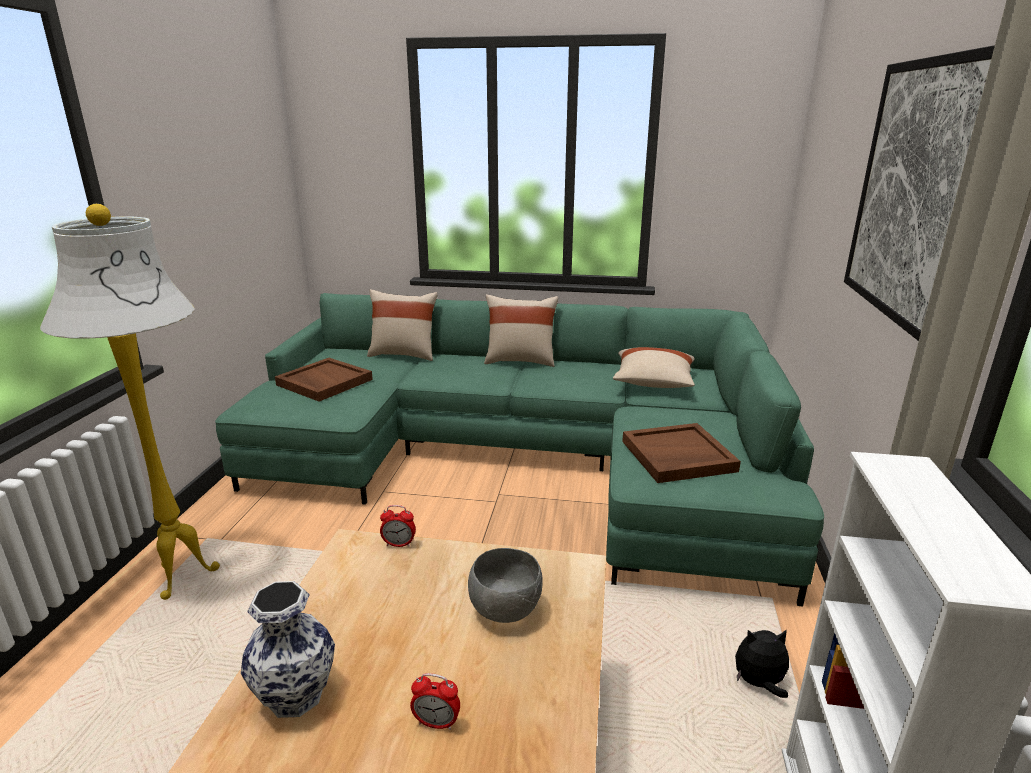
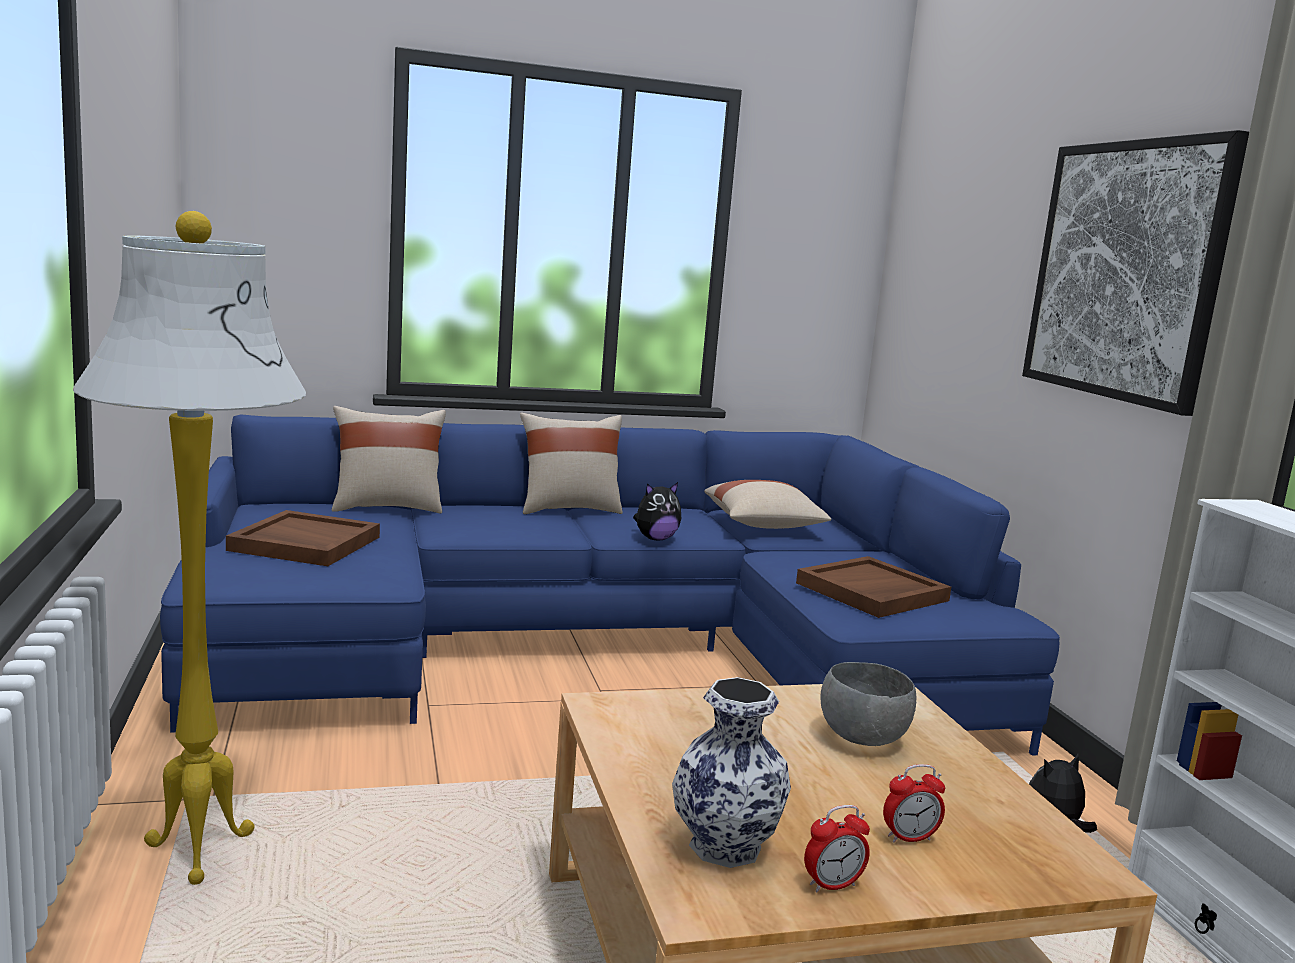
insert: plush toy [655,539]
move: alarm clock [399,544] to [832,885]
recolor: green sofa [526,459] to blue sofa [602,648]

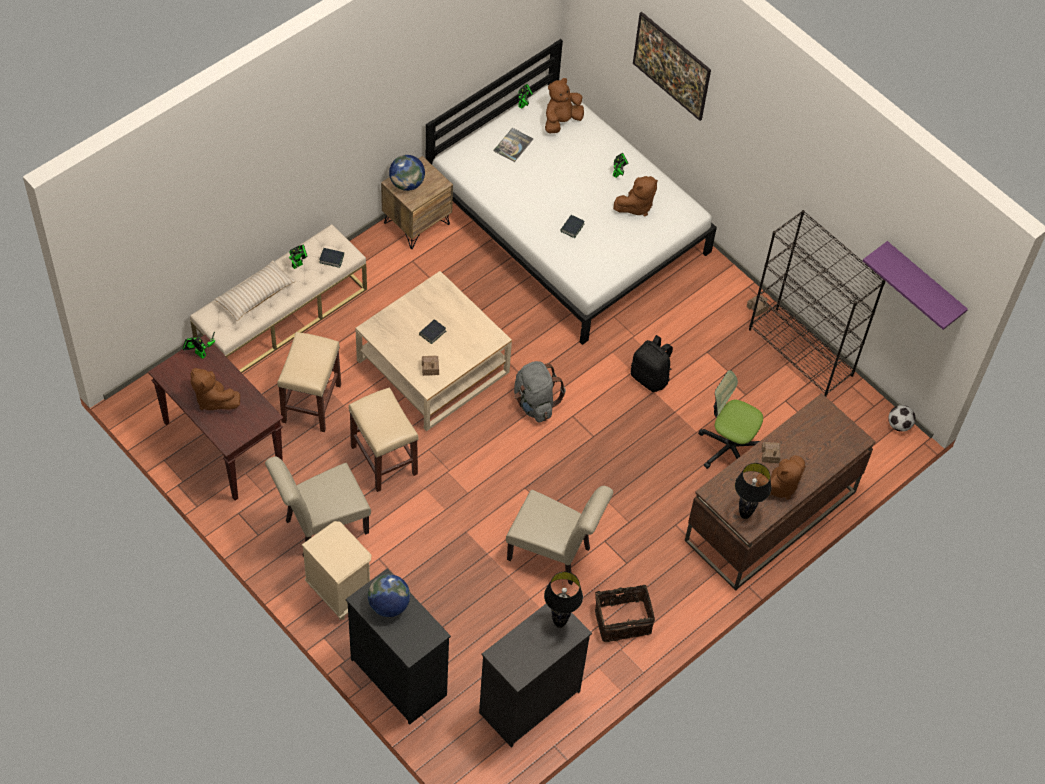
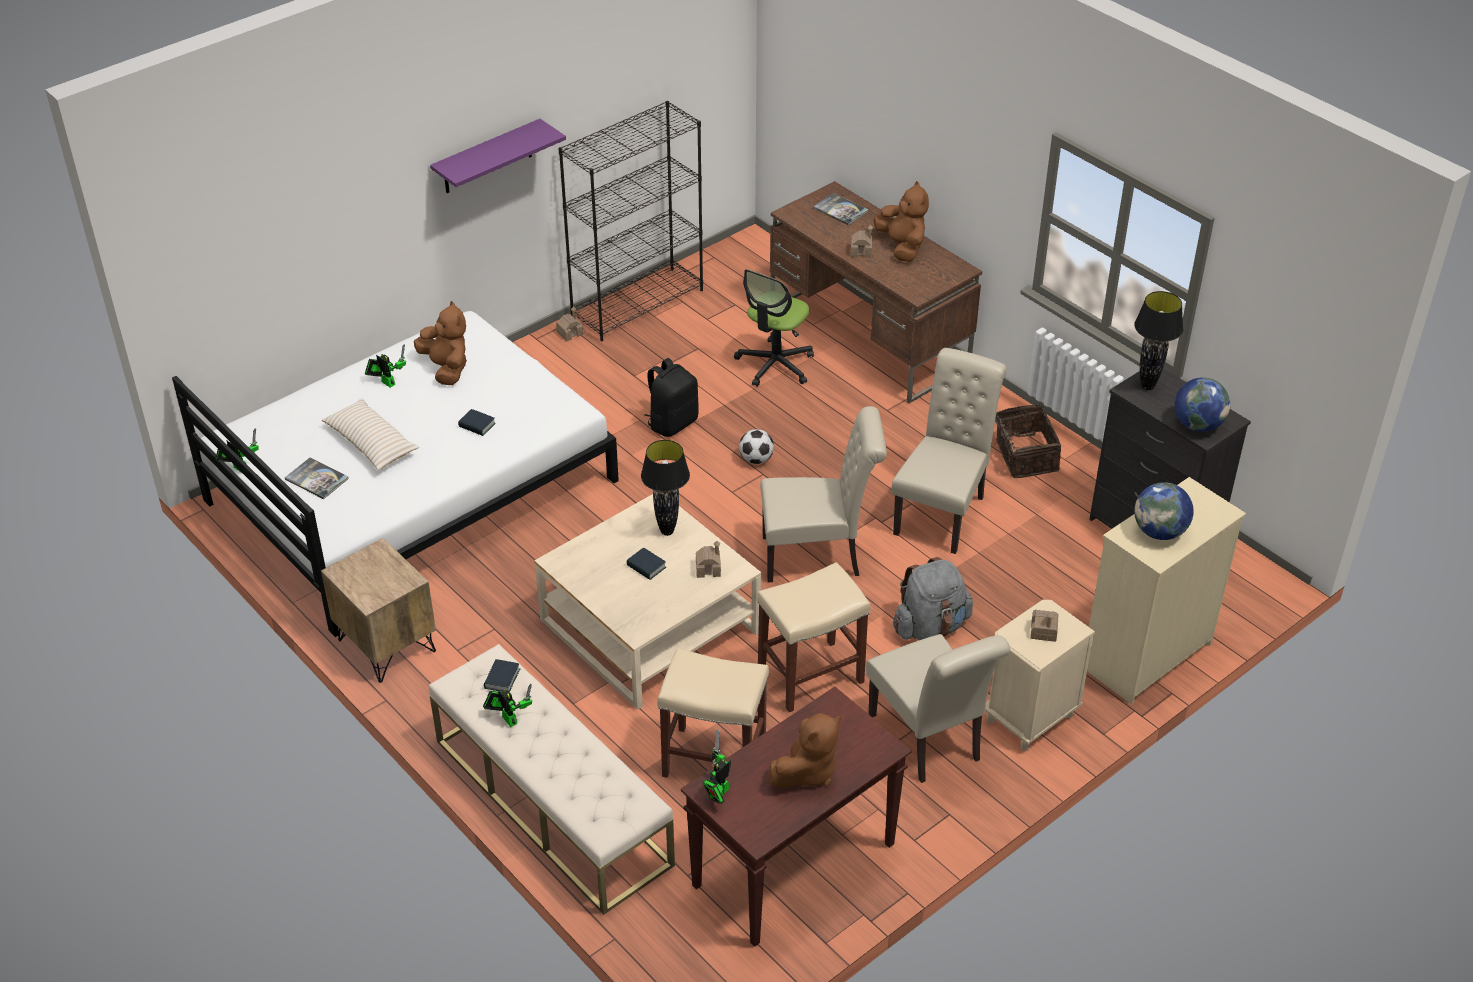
delete: brown plush toy [561,121]; picture [669,78]
insert: beige chair [818,556]; book [840,210]; toy house [1043,631]
move: beige pillow [255,295] to [371,443]; purple shelf [923,283] to [487,157]; black table lamp [745,515] to [667,531]; football [899,425] to [756,459]; grey backpack [534,403] to [931,627]; globe [407,183] to [1197,425]
recolor: black dresser [398,676] to beige dresser [1145,656]

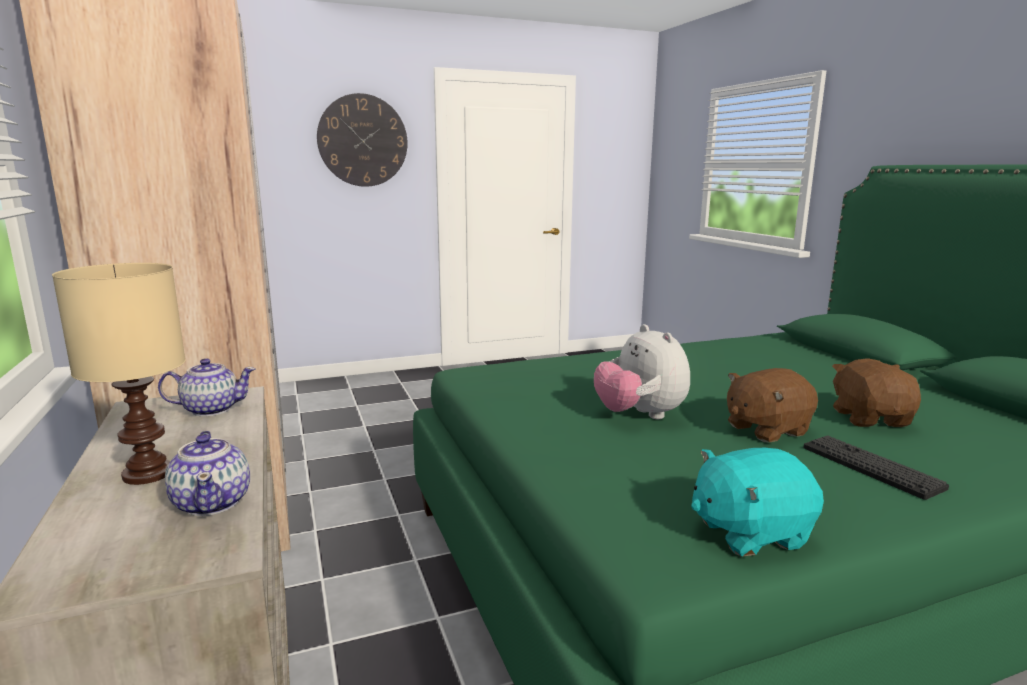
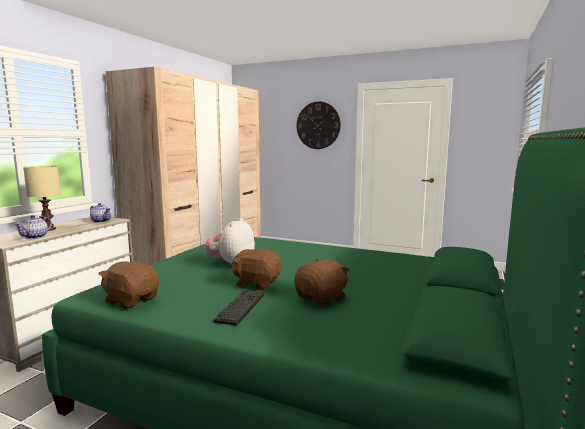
recolor: turquoise plush toy [749,532] to brown plush toy [131,300]

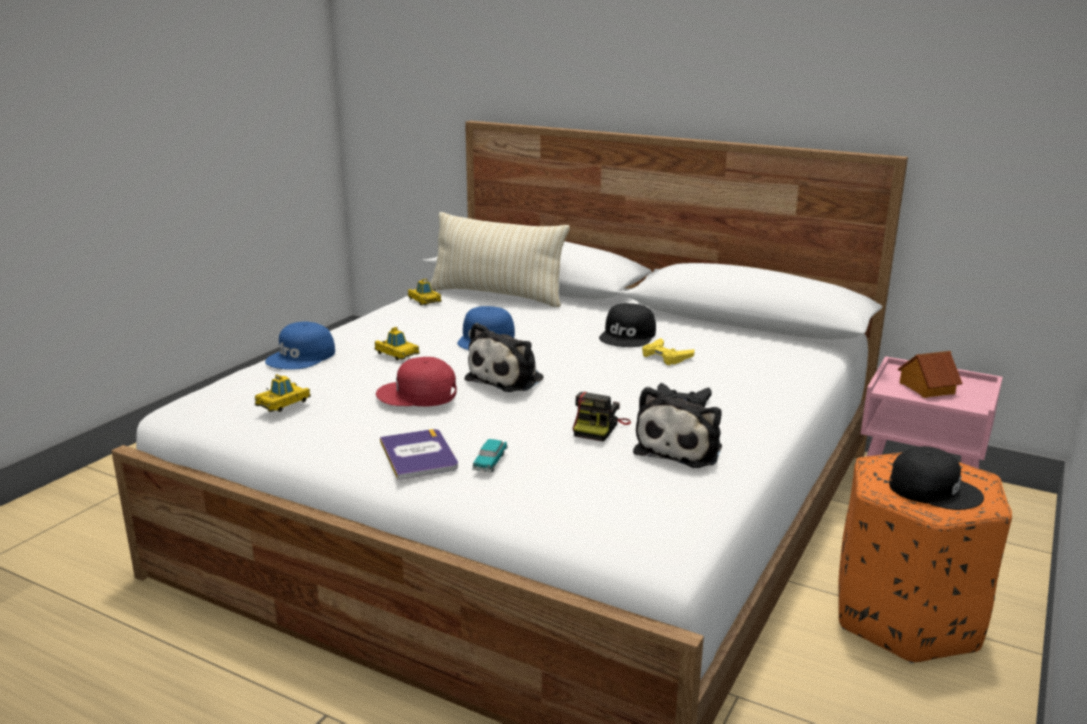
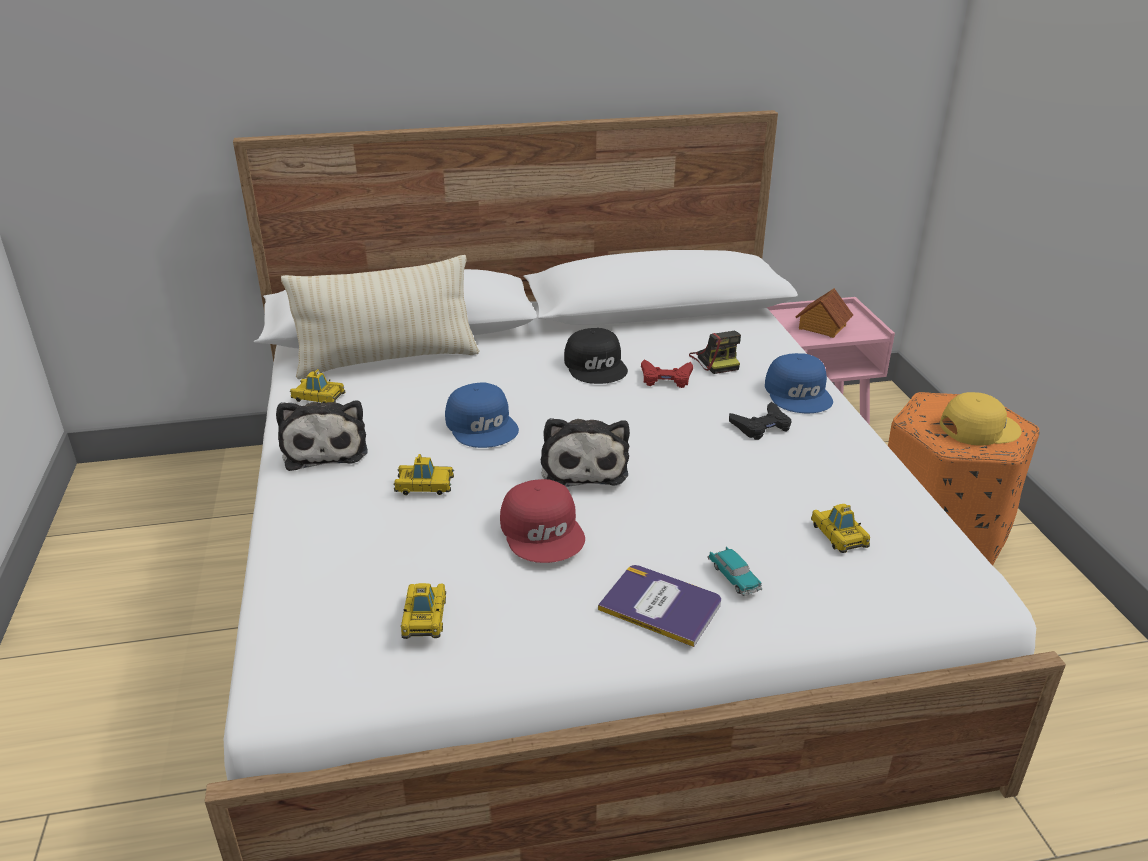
insert: toy car [839,534]
move: plush toy [681,448] to [325,448]; photo camera [599,428] to [715,361]; blue cap [302,357] to [799,393]
recolor: yellow game controller [665,356] to red game controller [666,378]; black cap [933,489] to yellow cap [978,428]
rotate: red cap [417,394] = [543,530] 75 degrees counterclockwise

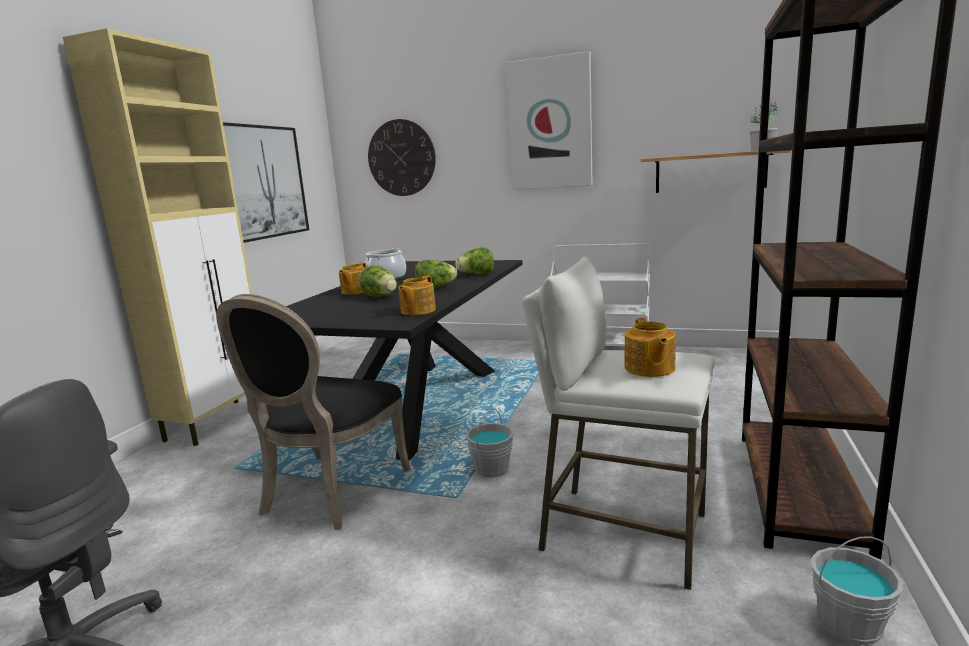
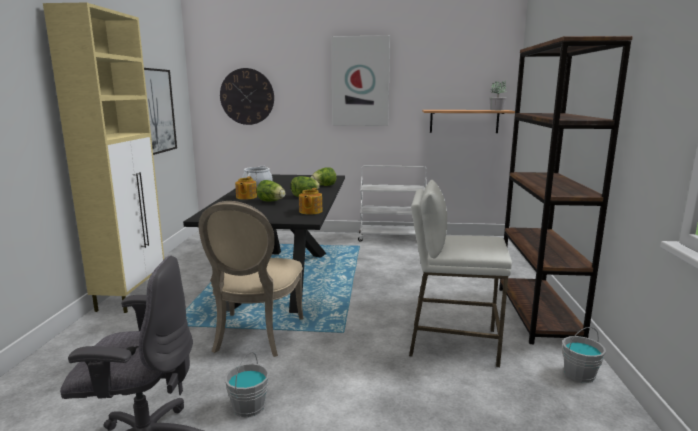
delete: teapot [649,369]
move: grey bucket [492,469] to [249,407]
recolor: black chair [329,493] to beige chair [255,336]

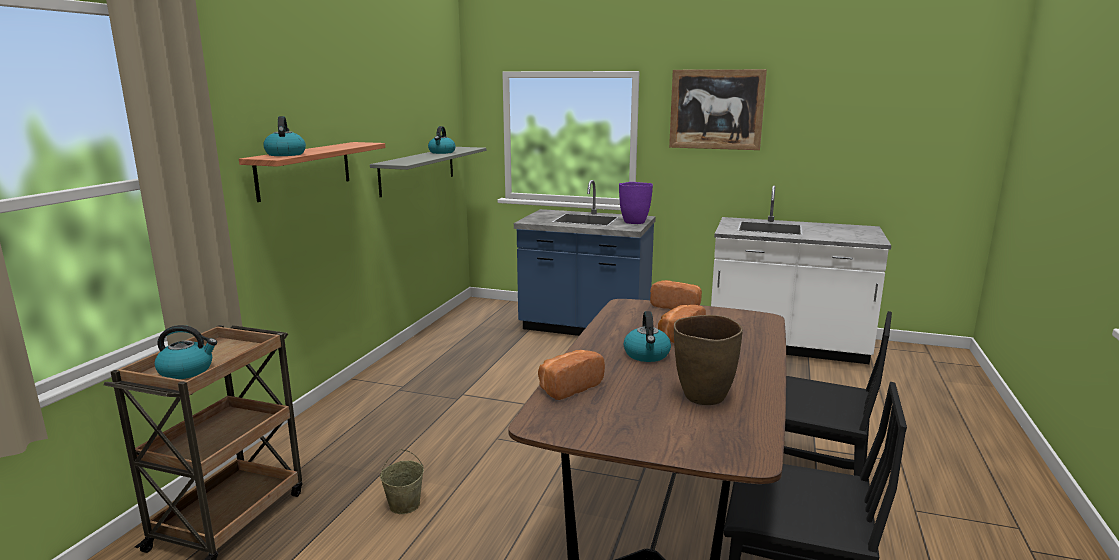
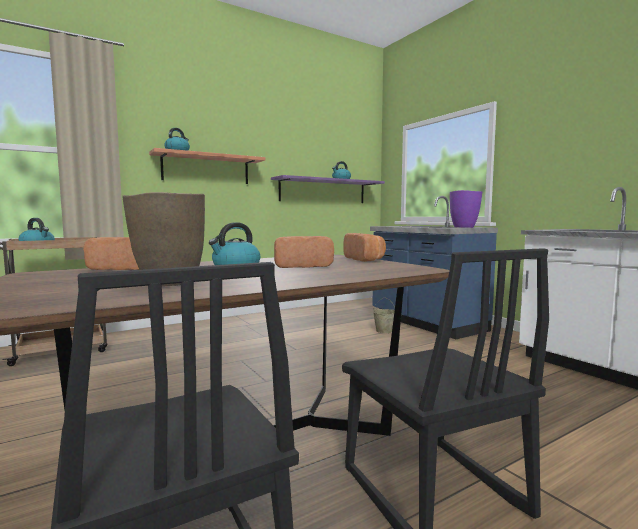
delete: picture [716,109]
move: beige bucket [404,504] to [384,331]
recolor: grey shelf [418,170] to purple shelf [323,191]

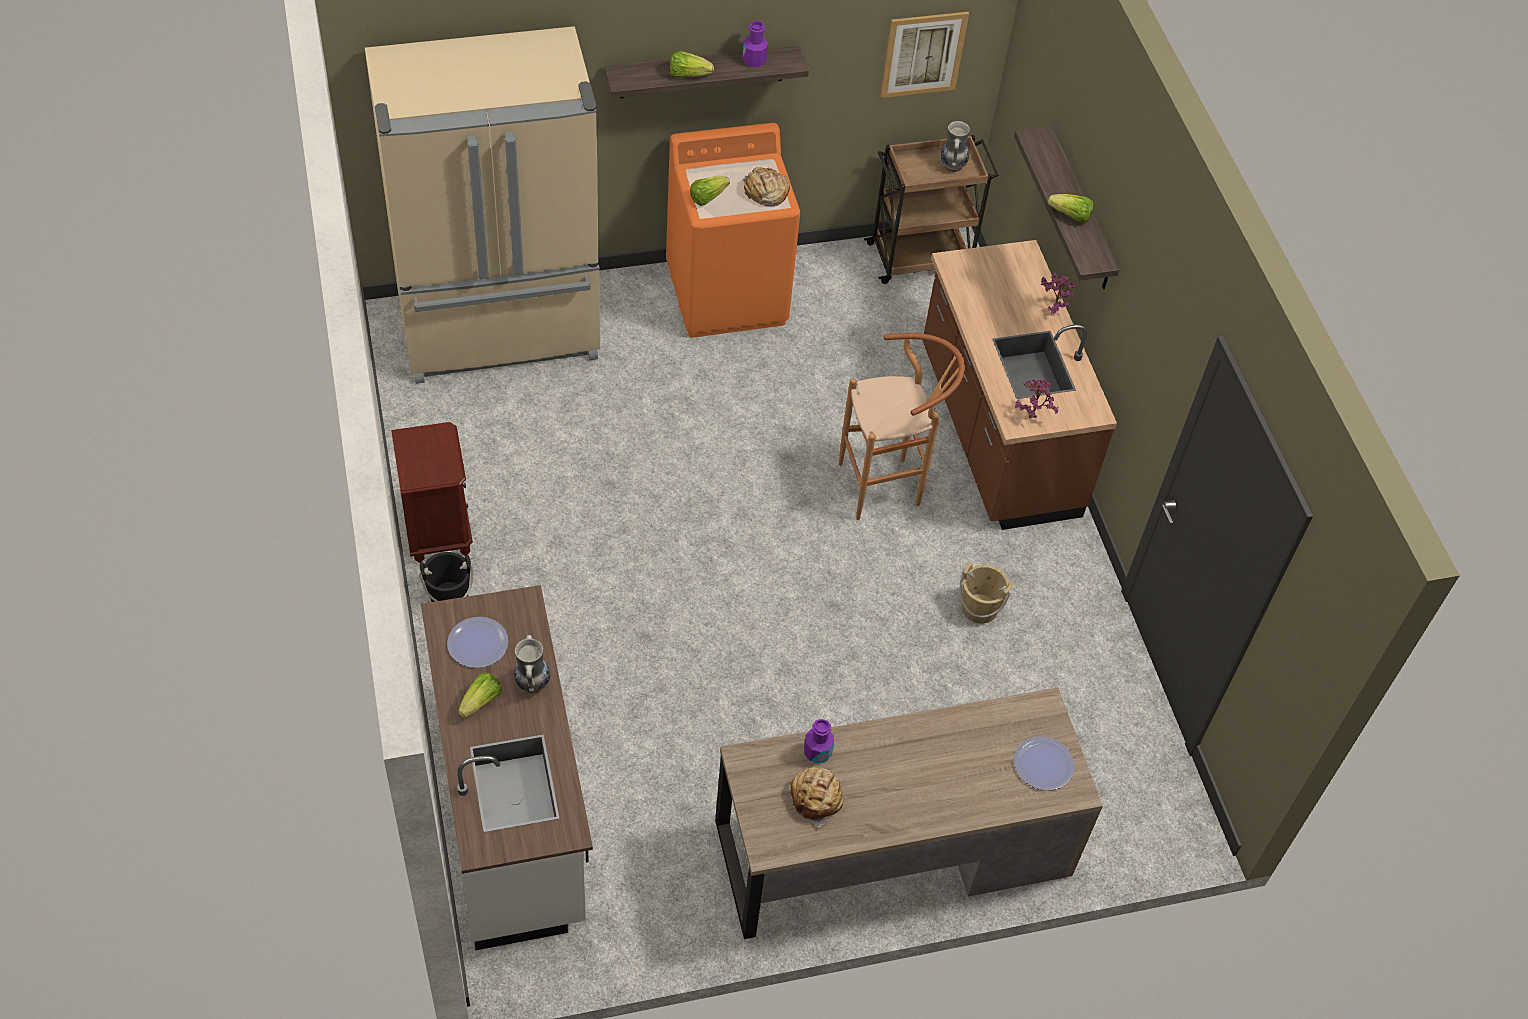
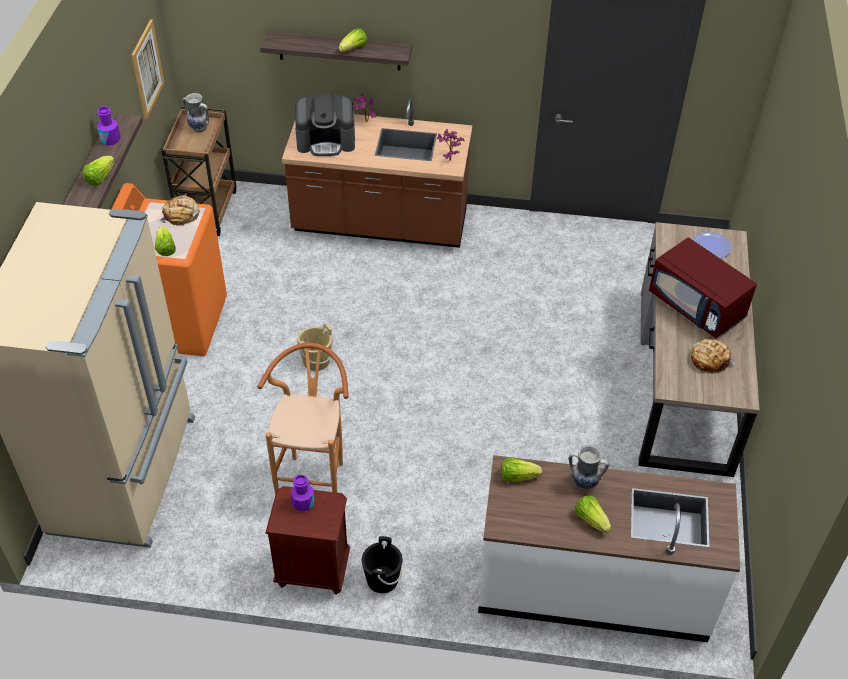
delete: plate [478,643]
insert: coffee machine [326,141]; lettuce [517,476]; red microwave [697,306]
move: brown stool [888,485] to [314,477]; purple bottle [817,752] to [303,503]; beige bucket [979,608] to [316,360]

